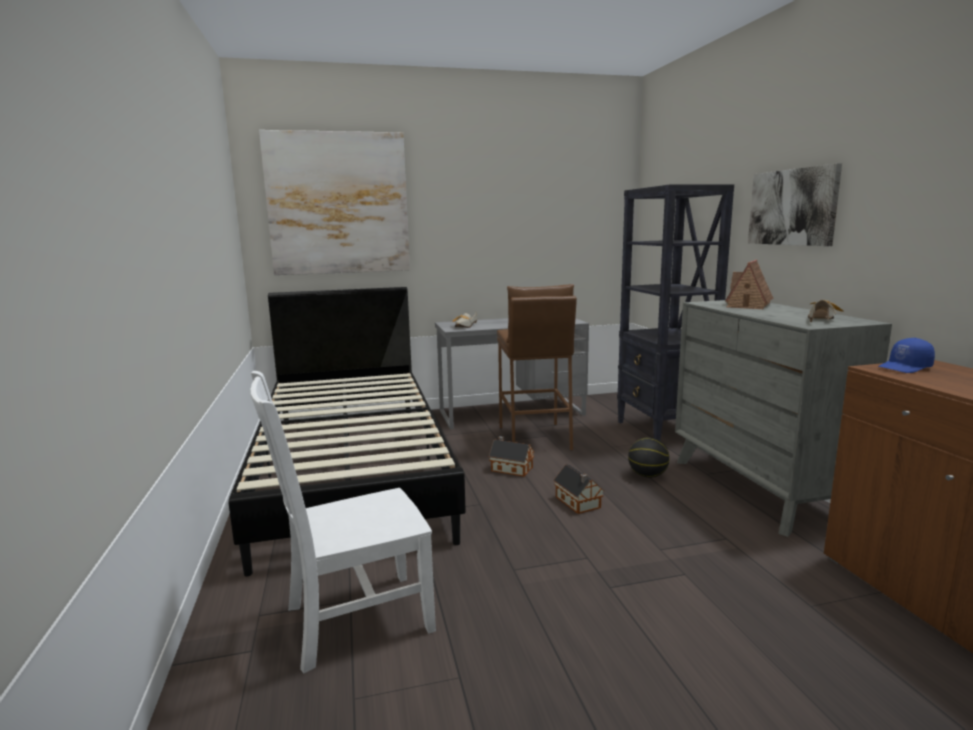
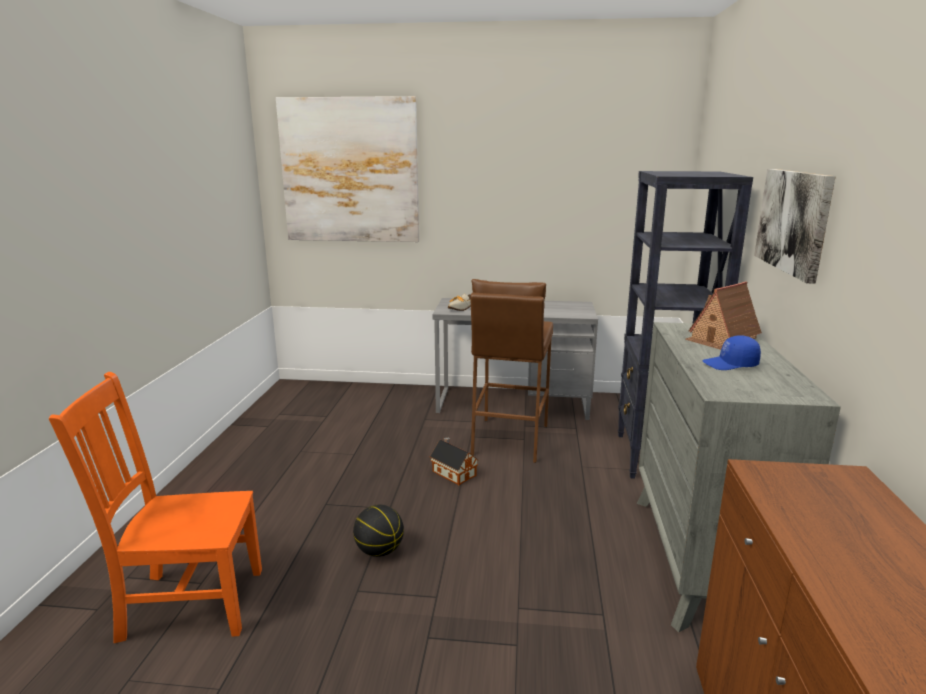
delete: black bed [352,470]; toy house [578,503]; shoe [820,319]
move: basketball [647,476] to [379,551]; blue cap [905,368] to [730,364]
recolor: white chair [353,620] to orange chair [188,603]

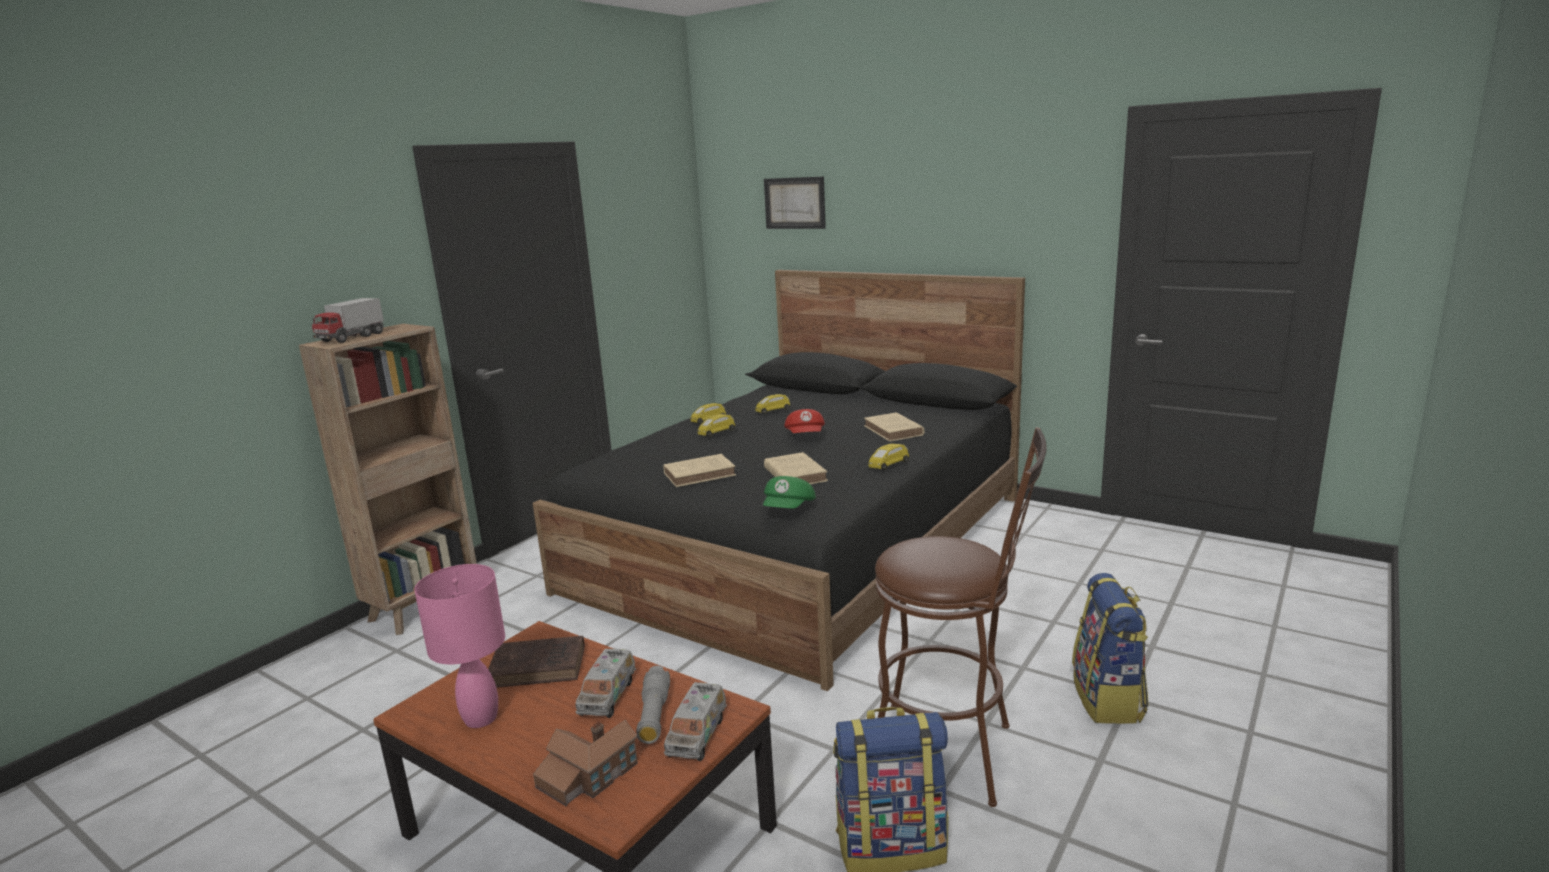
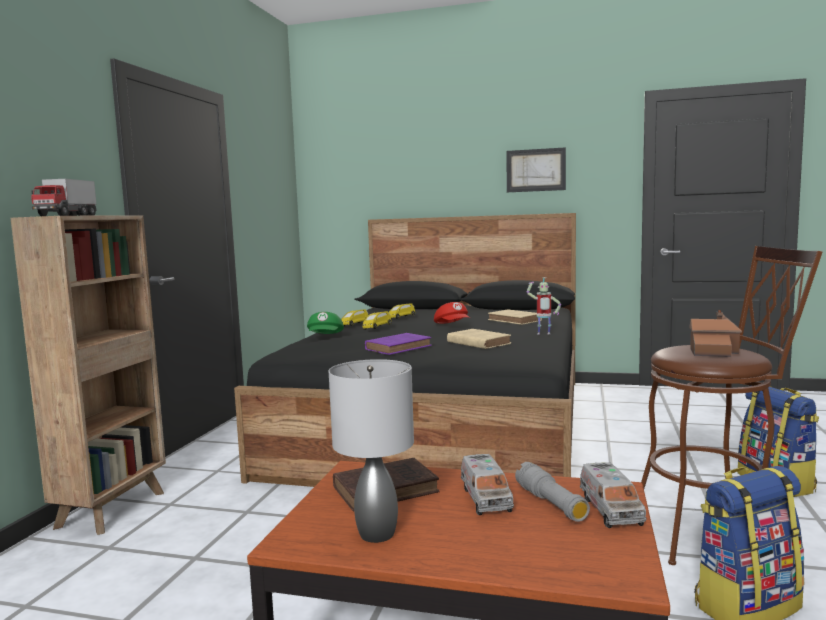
move: green cap [789,510] to [326,337]; picture [795,203] to [535,170]; toy house [588,776] to [714,350]
replace: yellow toy car [888,466] to toy robot [543,334]
recolor: pink table lamp [479,719] to grey table lamp [376,534]; beige book [701,474] to purple book [399,347]

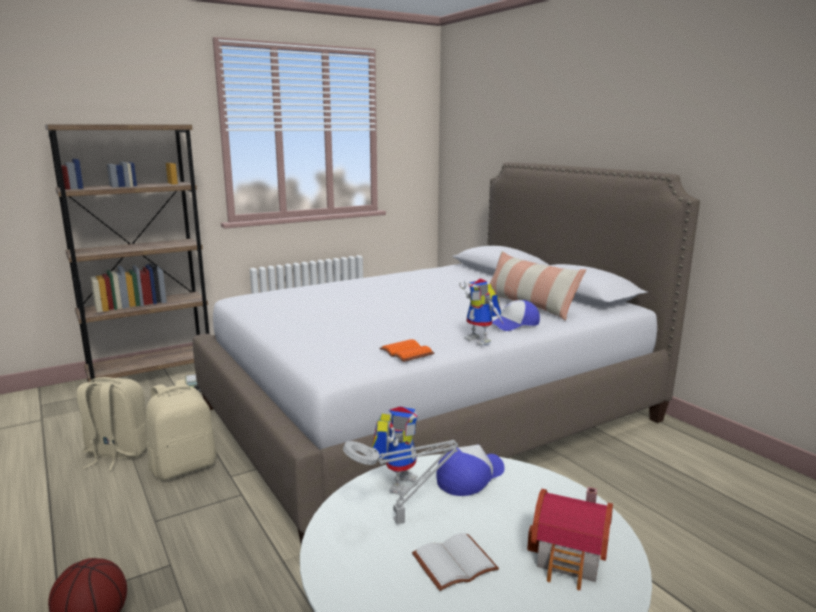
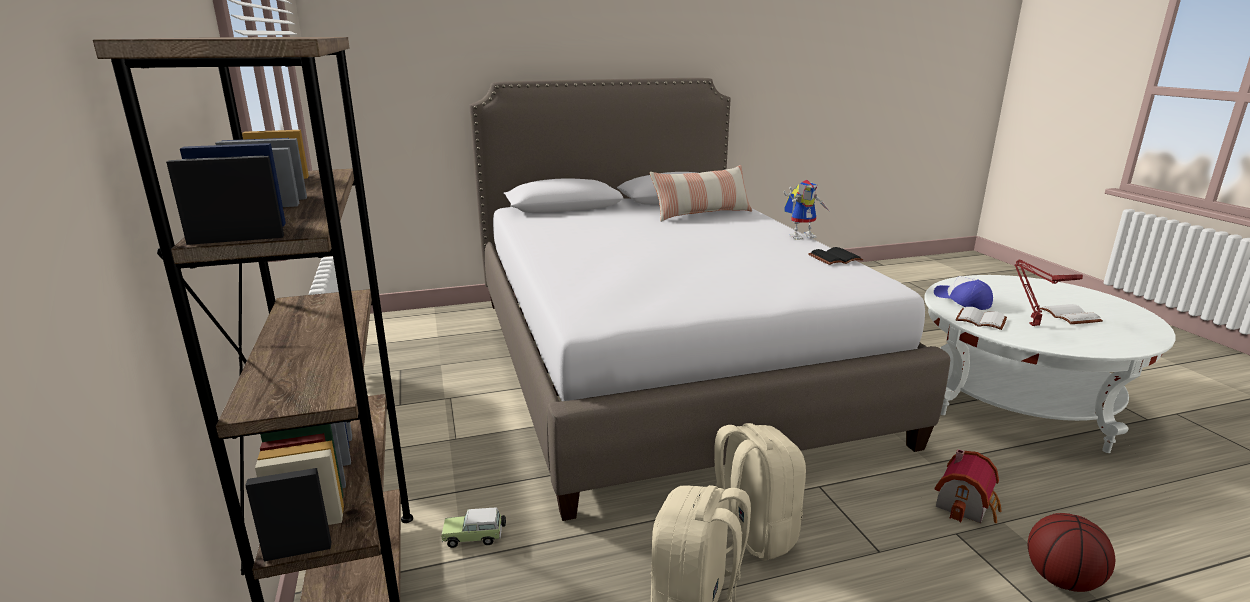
delete: cap [514,324]
move: toy house [571,560] to [967,504]
replace: toy robot [398,482] to white book [979,320]
recolor: orange book [405,352] to black book [835,259]; grey table lamp [402,520] to red table lamp [1032,324]

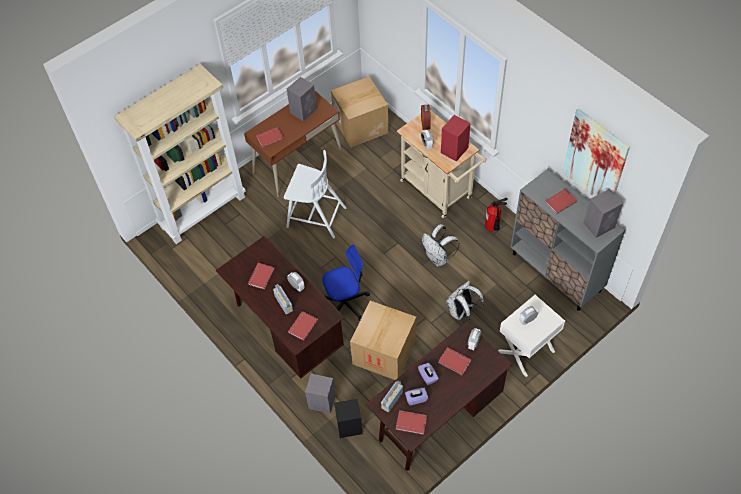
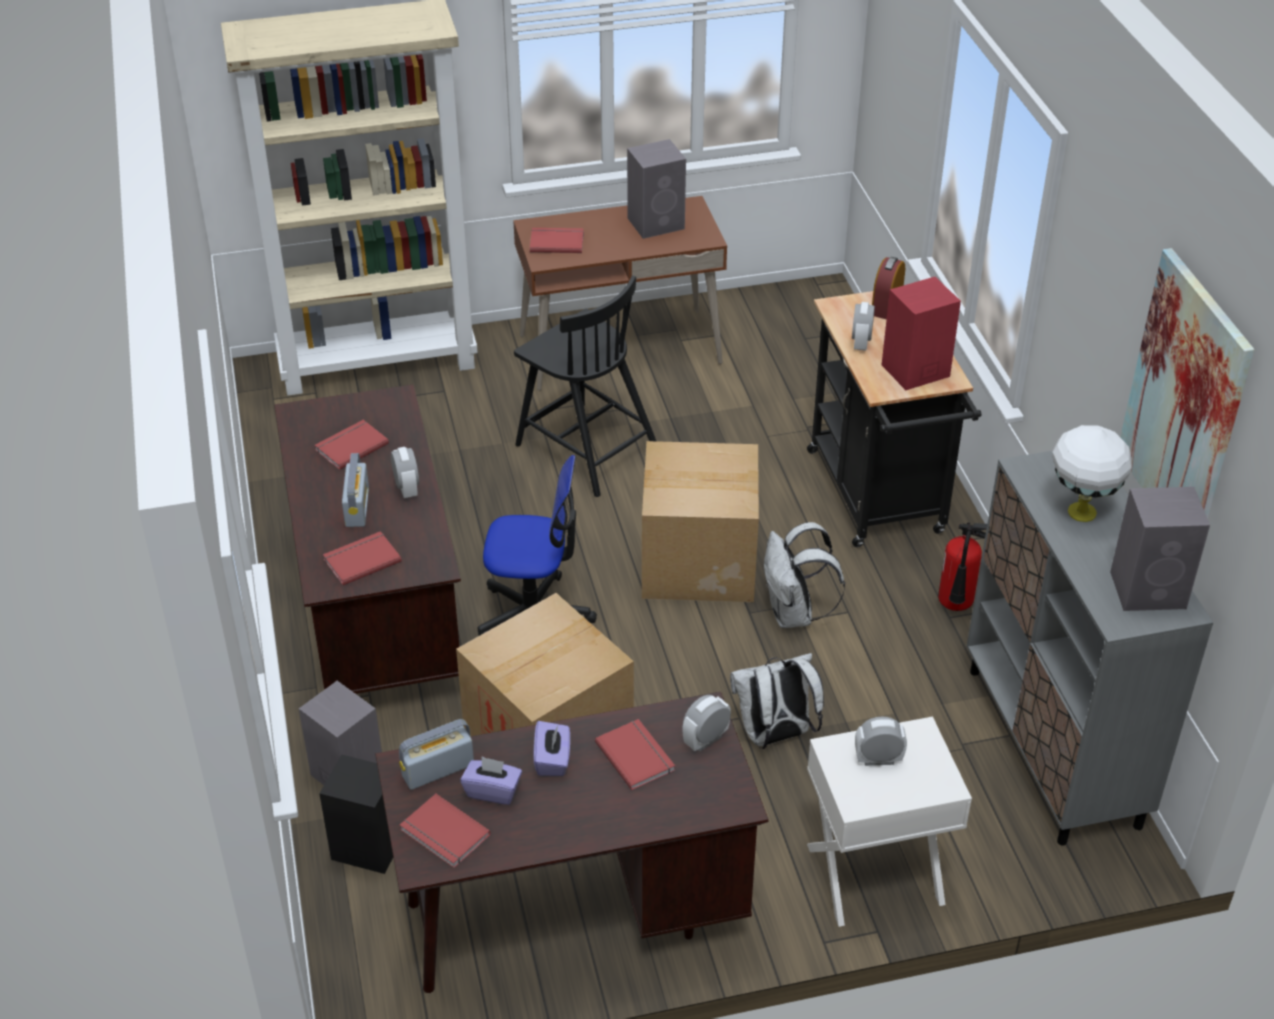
move: cardboard box [360,125] to [698,562]
replace: red book [560,201] to white table lamp [1080,512]
recolor: white chair [315,217] to black chair [586,448]; beige cart [439,192] to black cart [879,499]

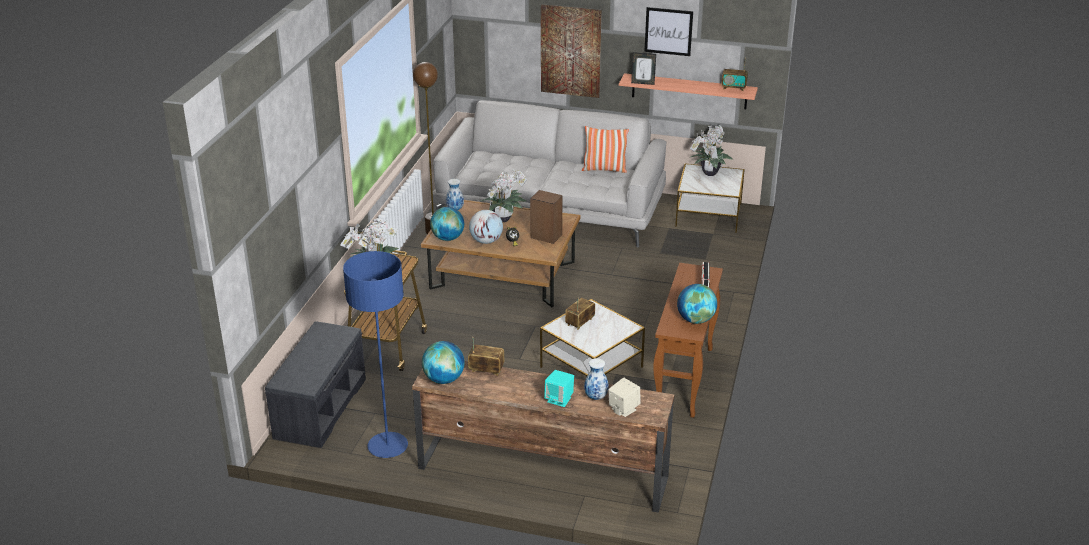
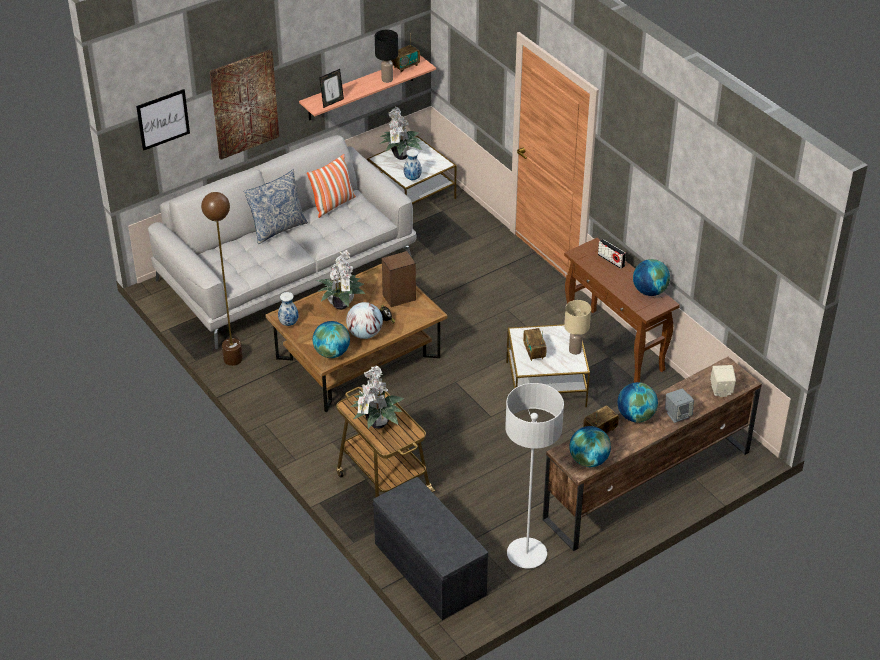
insert: pillow [277,228]; black table lamp [387,79]; beige table lamp [575,350]; globe [636,416]
move: picture [668,31] to [163,119]; vase [595,397] to [412,178]
recolor: blue floor lamp [388,446] to grey floor lamp [526,554]; turquoise speaker [559,399] to grey speaker [677,415]

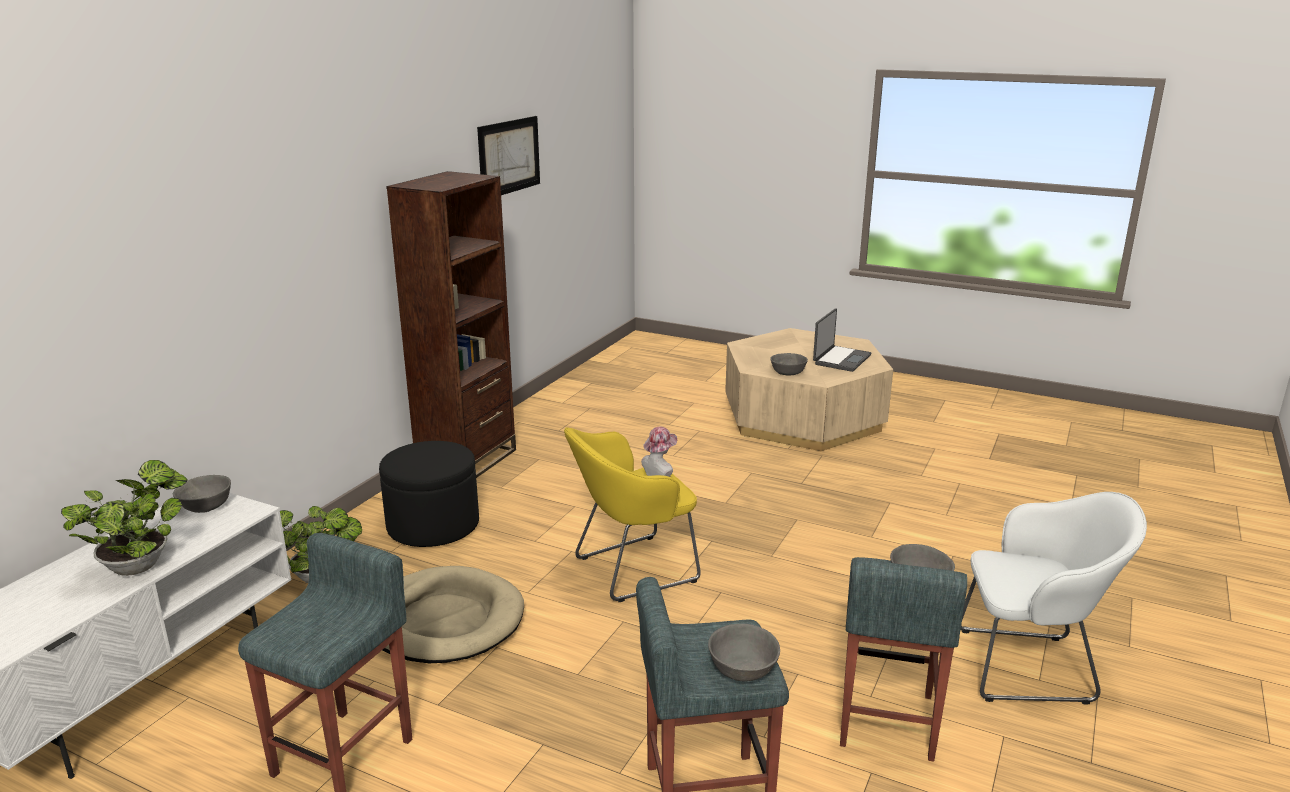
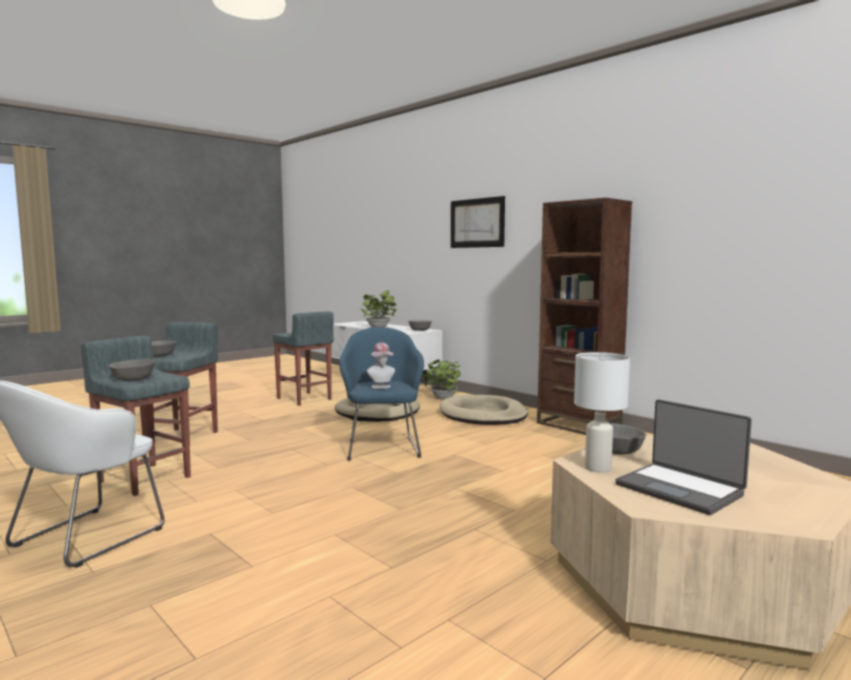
insert: white table lamp [598,468]
move: picture [509,156] to [477,223]
replace: black ottoman [433,525] to beige dog bed [483,415]
recolor: yellow armchair [630,570] to blue armchair [382,447]

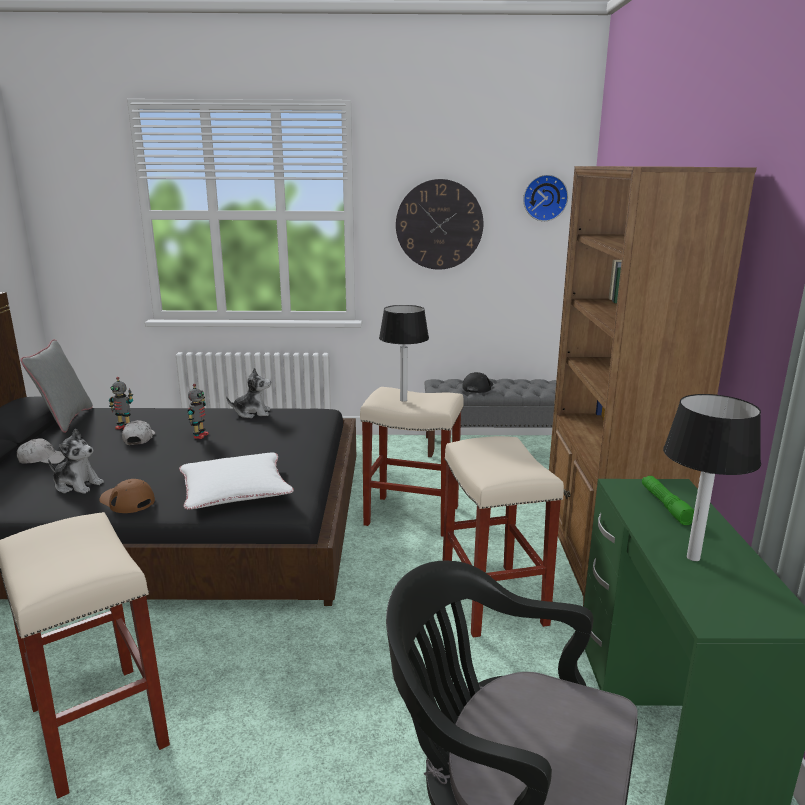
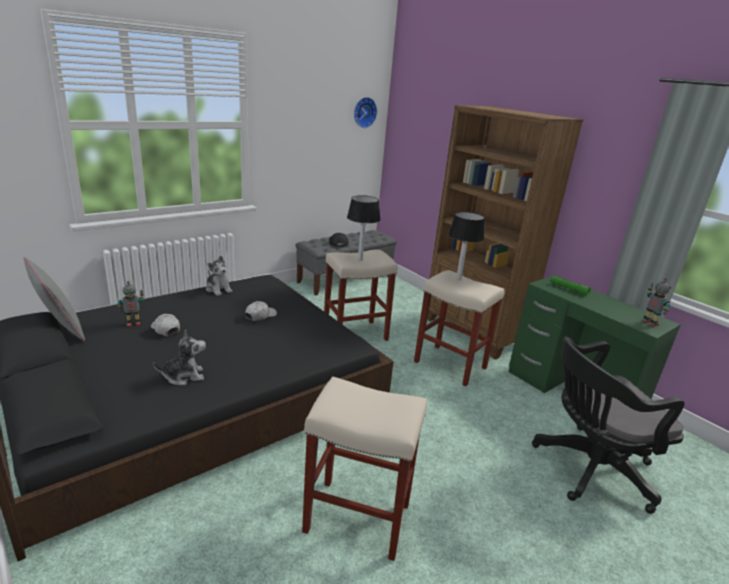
delete: brown cap [127,501]; white pillow [235,490]; wall clock [439,225]
move: white cap [43,459] to [260,316]; table lamp [692,557] to [458,279]; toy robot [200,435] to [649,323]
rotate: plush toy [252,413] = [218,289] 90 degrees clockwise

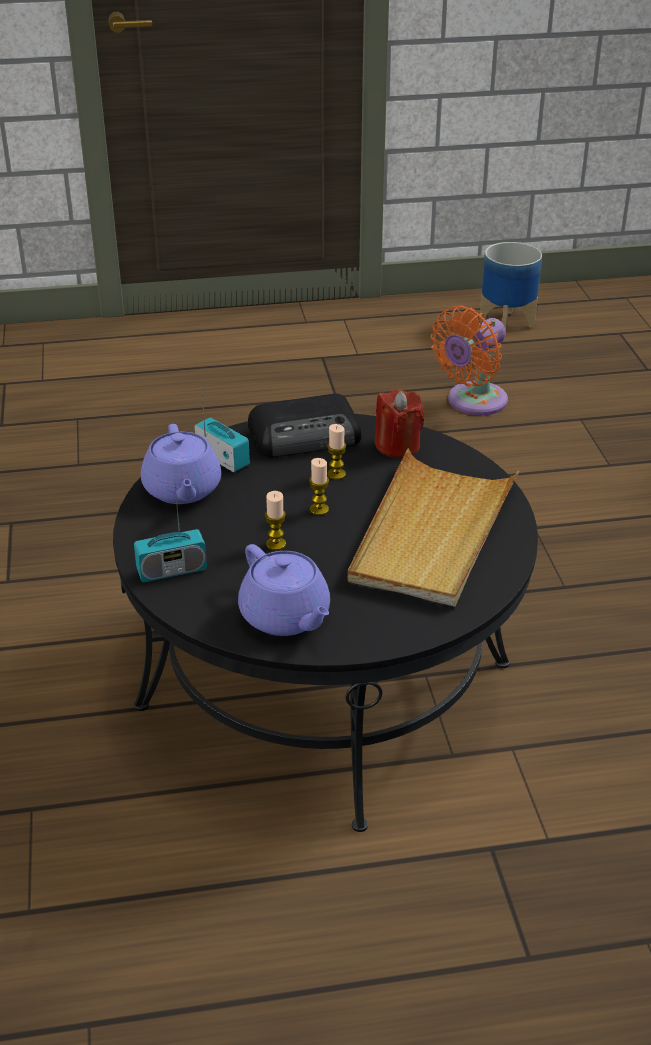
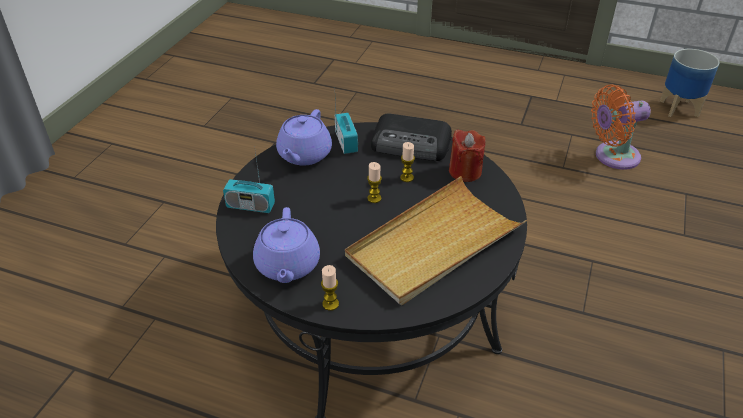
move: candle [276,544] to [330,304]

